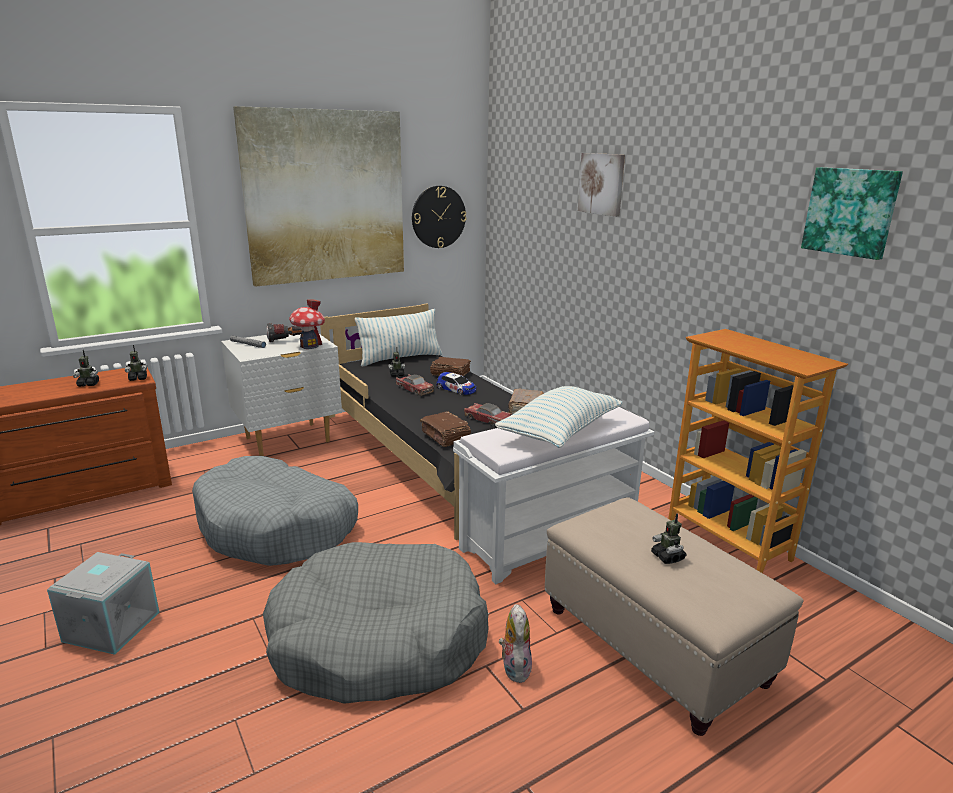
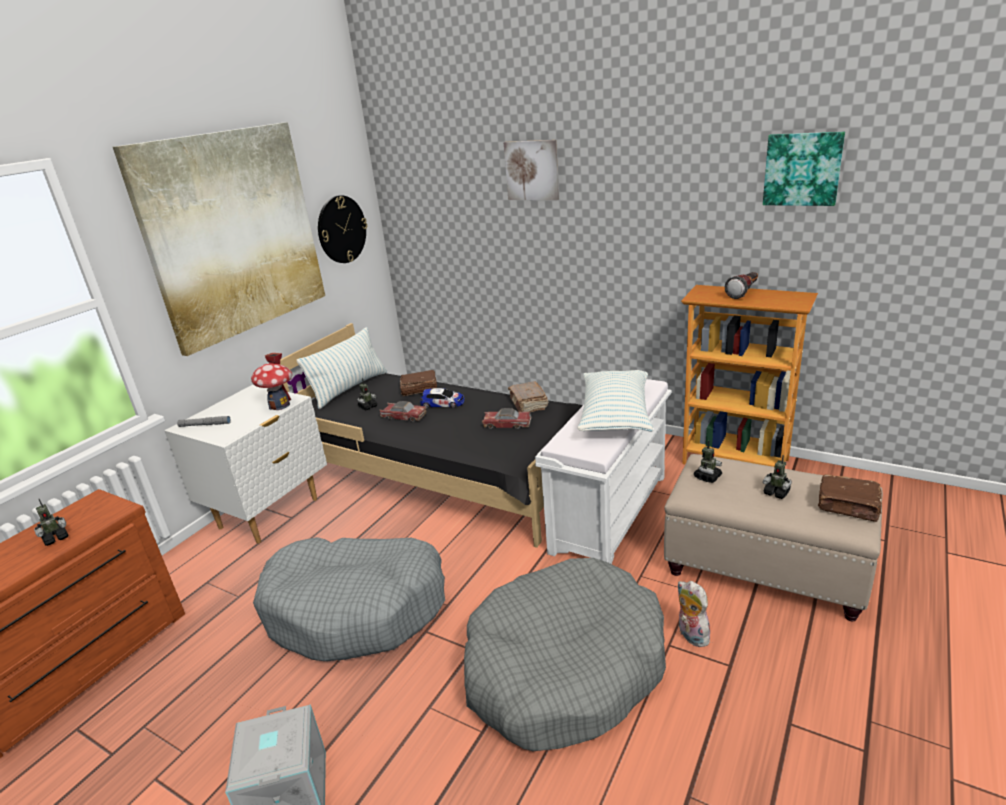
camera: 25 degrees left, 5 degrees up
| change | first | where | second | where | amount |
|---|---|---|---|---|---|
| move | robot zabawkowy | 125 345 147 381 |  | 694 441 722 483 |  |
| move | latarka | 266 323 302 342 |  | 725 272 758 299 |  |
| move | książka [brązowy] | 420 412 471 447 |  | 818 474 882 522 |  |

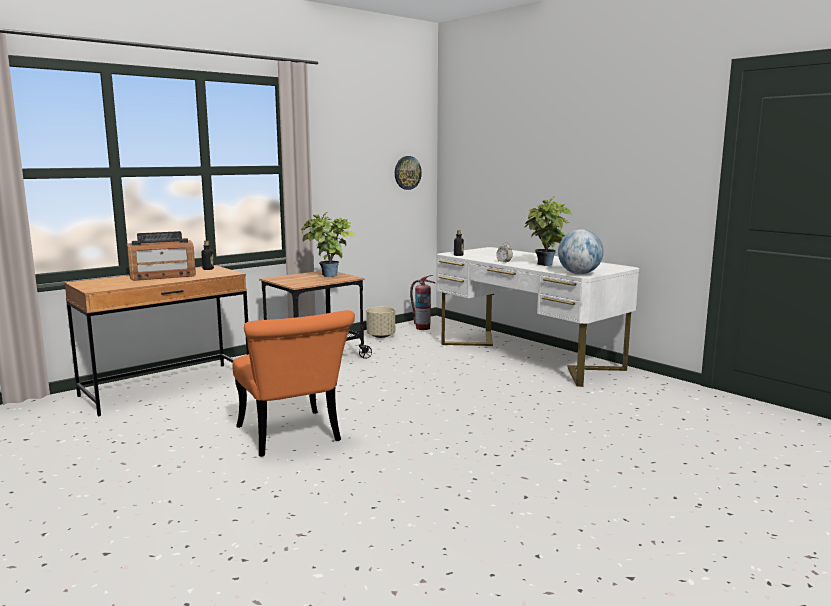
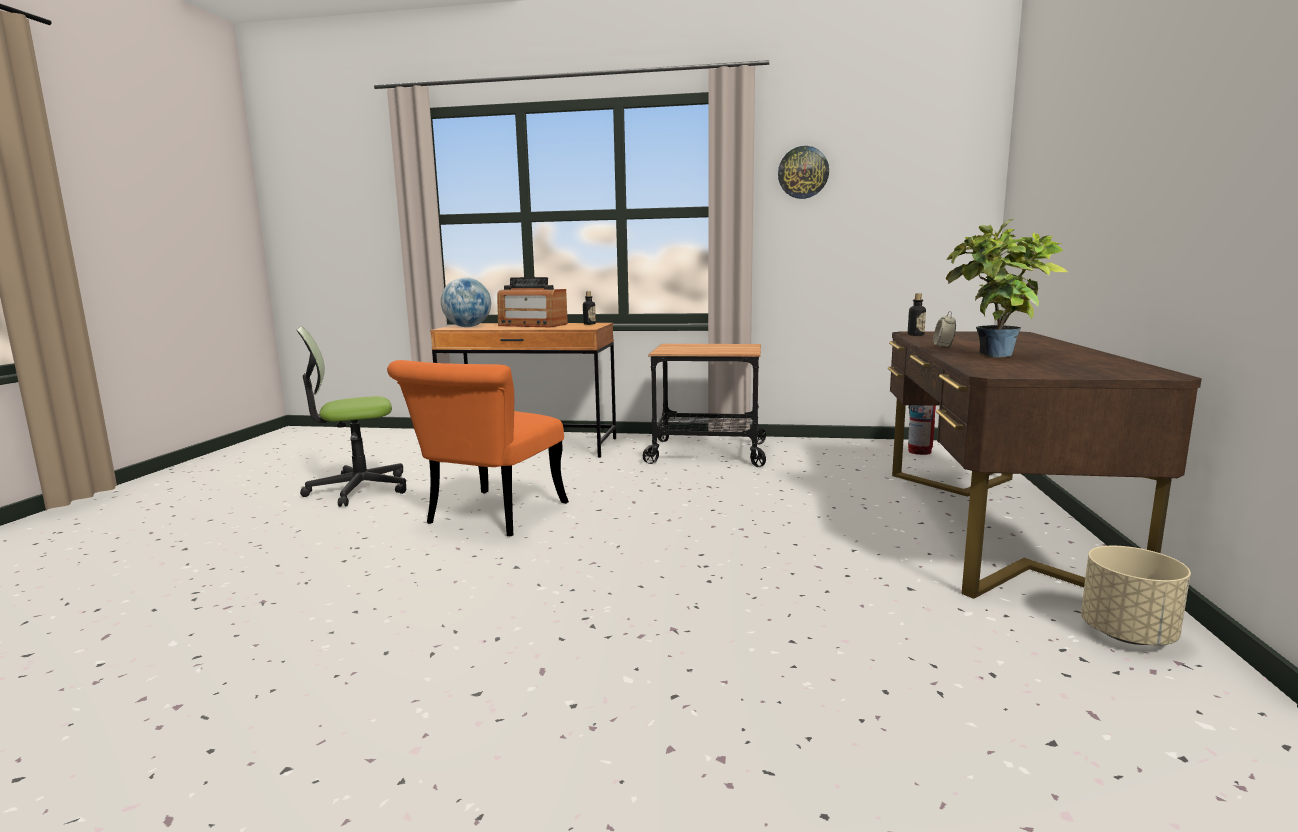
camera: 50 degrees right, 0 degrees up
| change | first | where | second | where | amount |
|---|---|---|---|---|---|
| delete | roślina doniczkowa | 301 212 357 277 |  |  |  |
| insert |  |  | krzesło biurowe | 297 327 406 507 |  |
| move | donica [beżowy] | 366 307 395 338 |  | 1081 546 1191 645 |  |
| move | zegar ścienny | 395 156 422 190 |  | 778 146 829 199 |  |
| move | globus | 558 229 604 274 |  | 441 277 491 327 |  |
| recolor | biurko [biały] | 437 247 639 387 | biurko [brązowy] | 888 331 1202 599 |  |

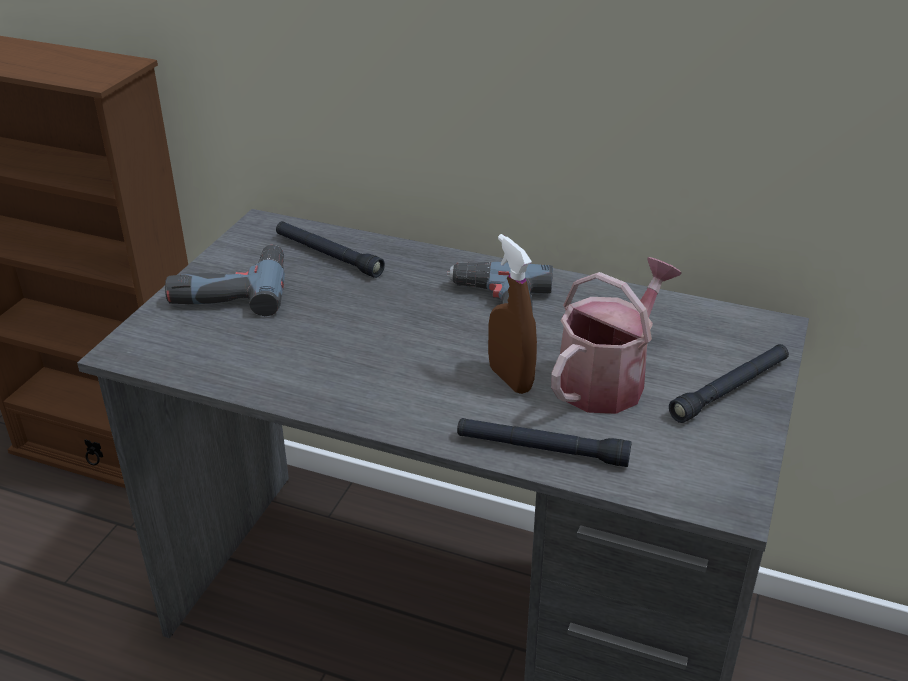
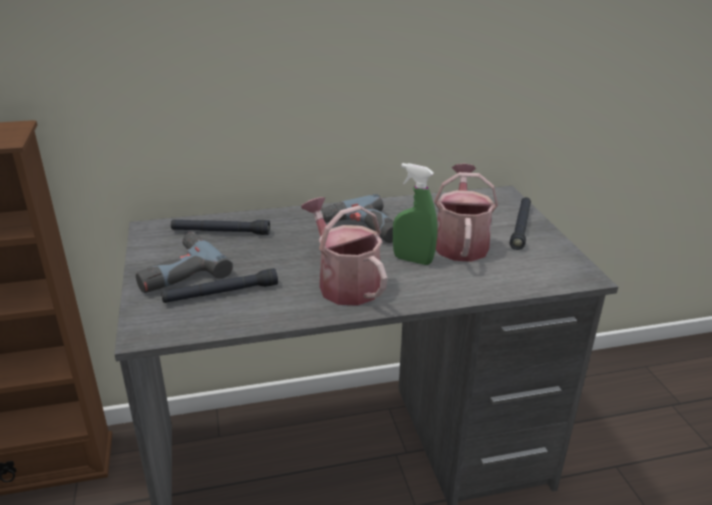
camera: 35 degrees left, 5 degrees down
| change | first | where | second | where | amount |
|---|---|---|---|---|---|
| insert |  |  | konewka | 301 197 387 306 |  |
| move | latarka [czarny] | 457 418 632 467 |  | 161 268 278 303 |  |
| recolor | spryskiwacz [brązowy] | 488 234 537 394 | spryskiwacz [zielony] | 393 163 438 265 |  |

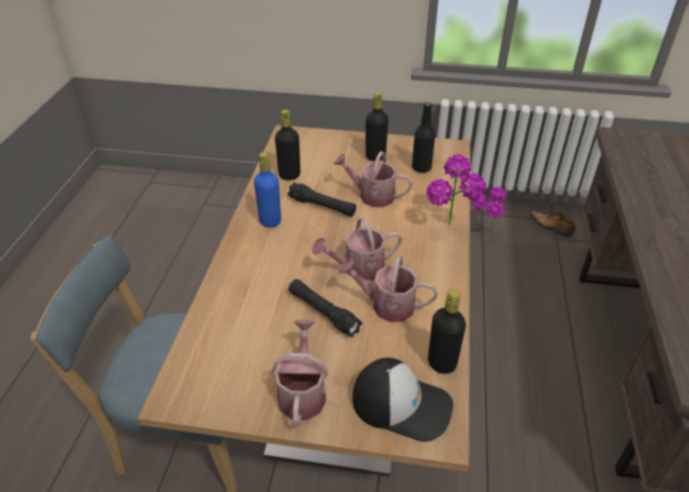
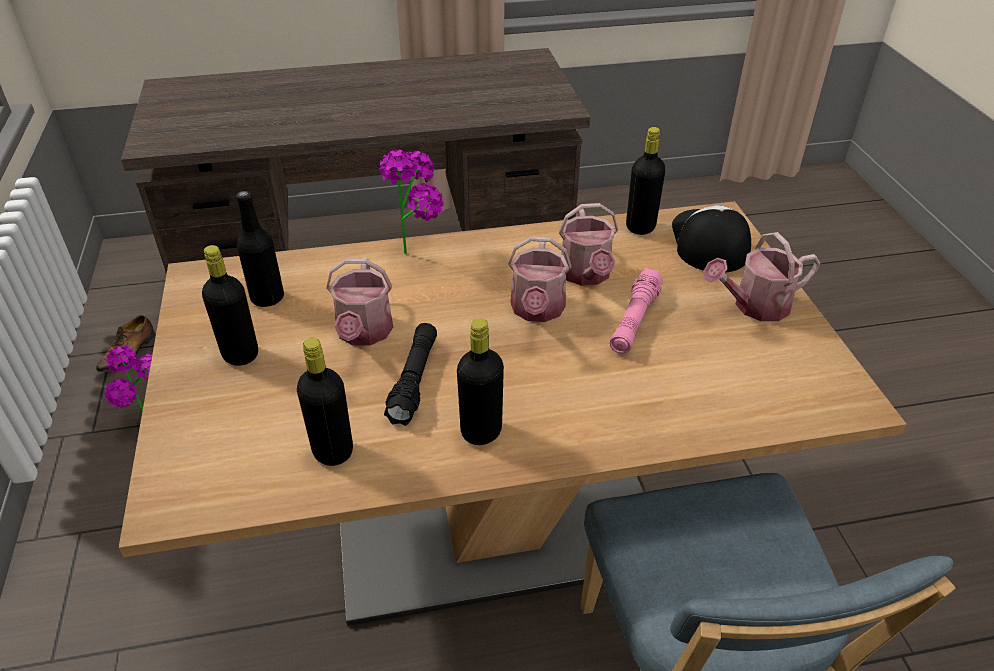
camera: 110 degrees left, 0 degrees up
| change | first | where | second | where | amount |
|---|---|---|---|---|---|
| recolor | butelka [niebieski] | 254 152 281 228 | butelka [czarny] | 457 319 504 445 |  |
| recolor | latarka [czarny] | 288 279 362 337 | latarka [różowy] | 610 268 663 354 |  |
| rotate | konewka | 312 218 402 280 |  | 508 236 572 322 | 45 degrees clockwise |

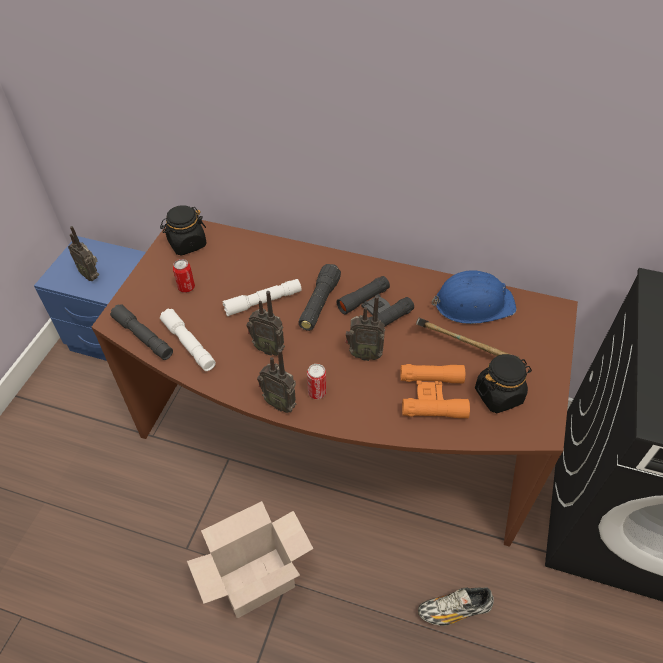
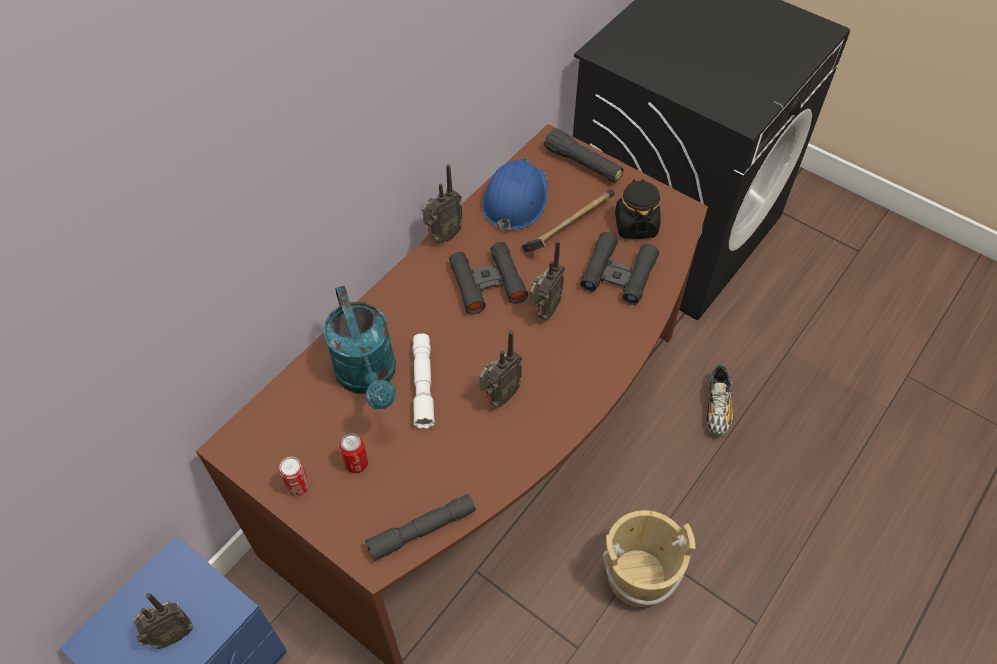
camera: 70 degrees left, 5 degrees up
| change | first | where | second | where | amount |
|---|---|---|---|---|---|
| delete | słoik [czarny] | 160 205 207 255 |  |  |  |
| delete | latarka [biały] | 160 309 216 371 |  |  |  |
| insert |  |  | konewka [turkusowy] | 323 286 396 410 |  |
| move | radio | 257 349 296 413 |  | 422 164 463 243 |  |
| move | latarka [czarny] | 298 264 341 331 |  | 544 128 624 183 |  |
| move | puszka | 307 364 326 399 |  | 279 457 309 496 |  |
| replace | karton | 187 501 314 618 | wiadro [beżowy] | 603 510 696 607 |  |
| recolor | lornetka [pomarańczowy] | 400 364 470 419 | lornetka [czarny] | 580 232 659 305 |  |

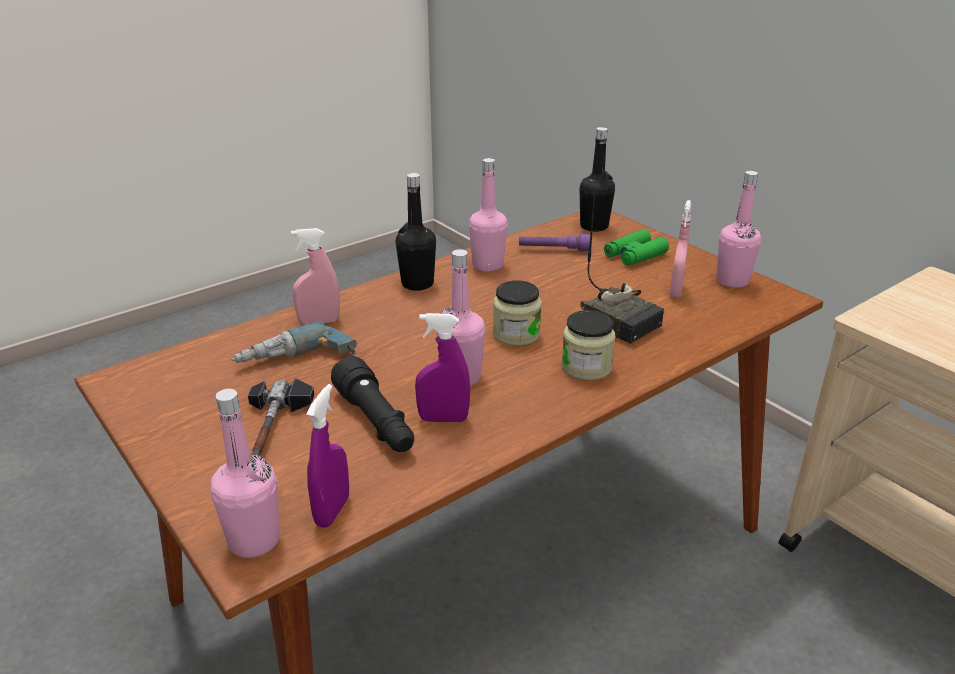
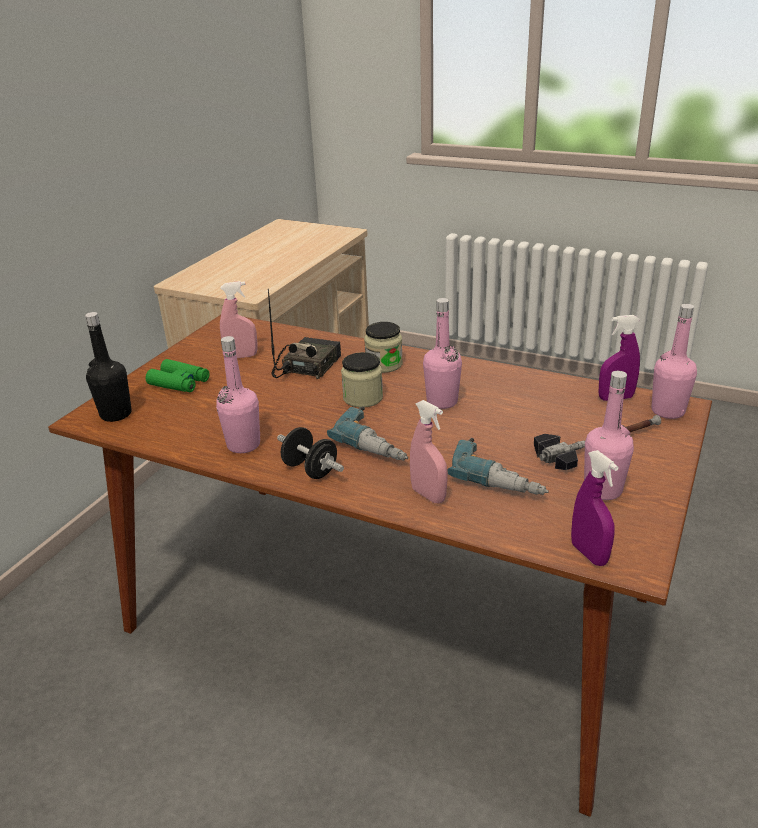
camera: 115 degrees left, 0 degrees up
| change | first | where | second | where | amount |
|---|---|---|---|---|---|
| delete | latarka [czarny] | 331 356 414 452 |  |  |  |
| delete | latarka [fioletowy] | 519 234 590 251 |  |  |  |
| insert |  |  | wiertarka | 327 407 408 461 |  |
| move | spryskiwacz [fioletowy] | 415 313 470 422 |  | 571 450 619 566 |  |
| move | butelka [różowy] | 716 171 761 288 |  | 584 371 634 500 |  |
| replace | butelka [czarny] | 396 173 436 291 | hantel [czarny] | 277 427 344 479 |  |

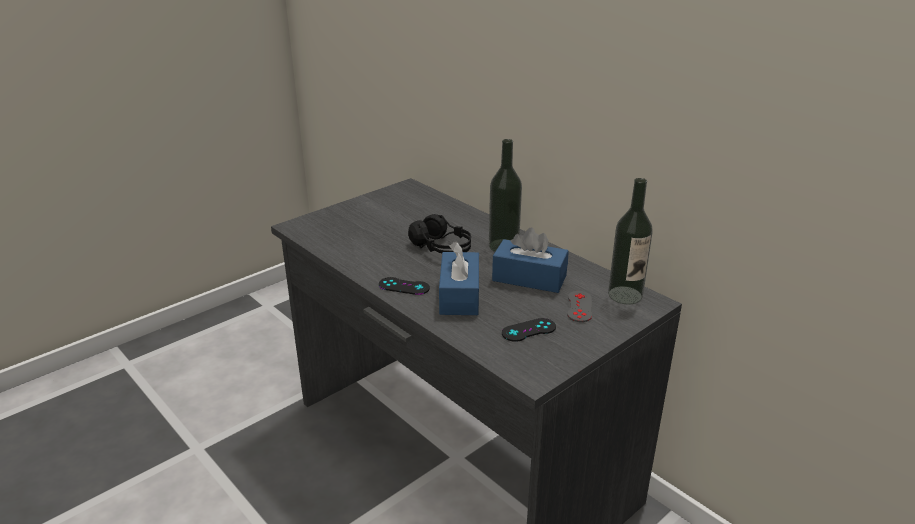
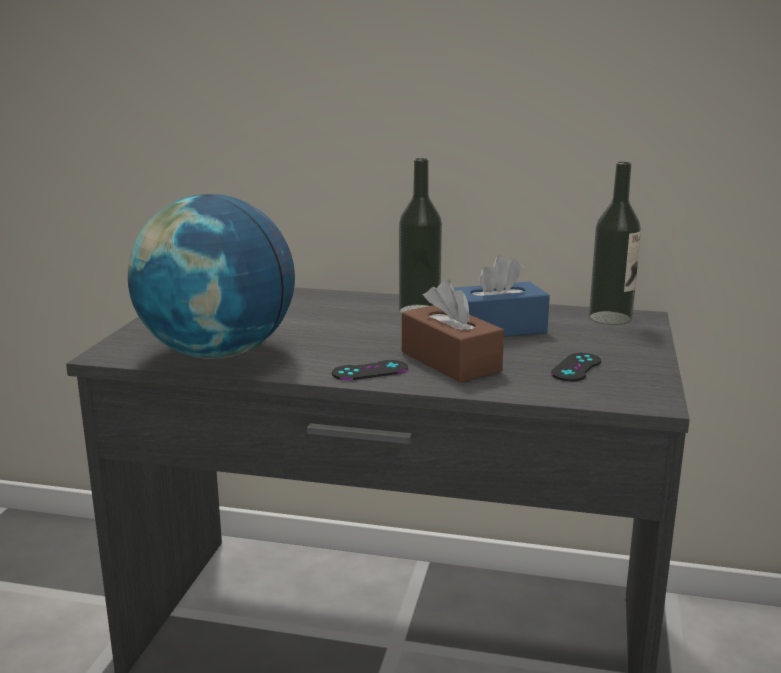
camera: 35 degrees left, 10 degrees down
| change | first | where | second | where | amount |
|---|---|---|---|---|---|
| delete | słuchawki [czarny] | 408 214 471 253 |  |  |  |
| delete | pad do gier [szary] | 567 291 592 322 |  |  |  |
| insert |  |  | globus | 128 194 295 359 |  |
| recolor | pudełko chusteczek [niebieski] | 439 242 479 315 | pudełko chusteczek [brązowy] | 402 280 504 382 |  |

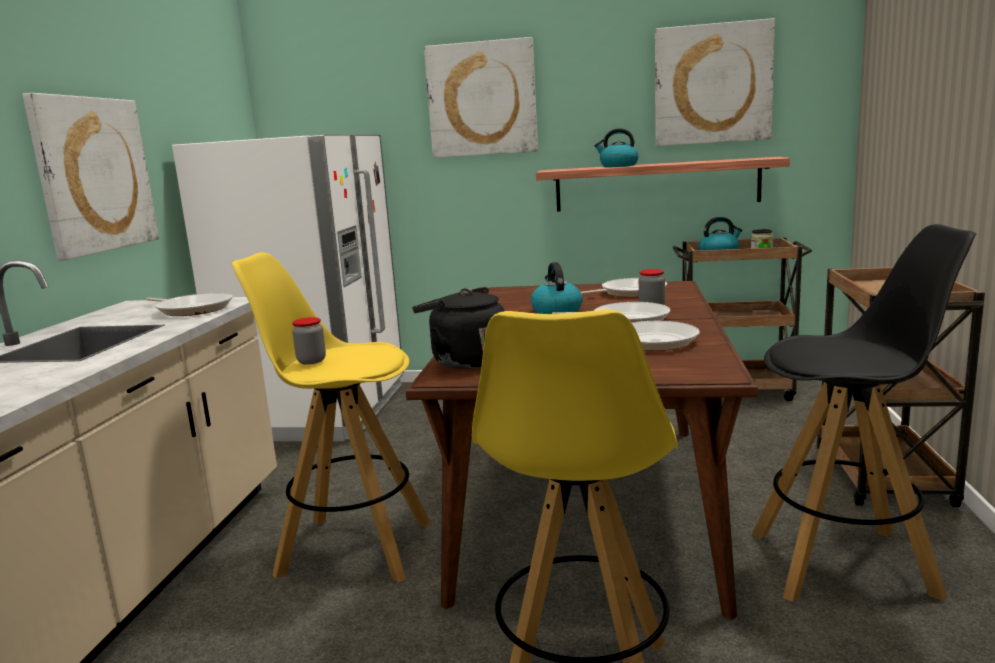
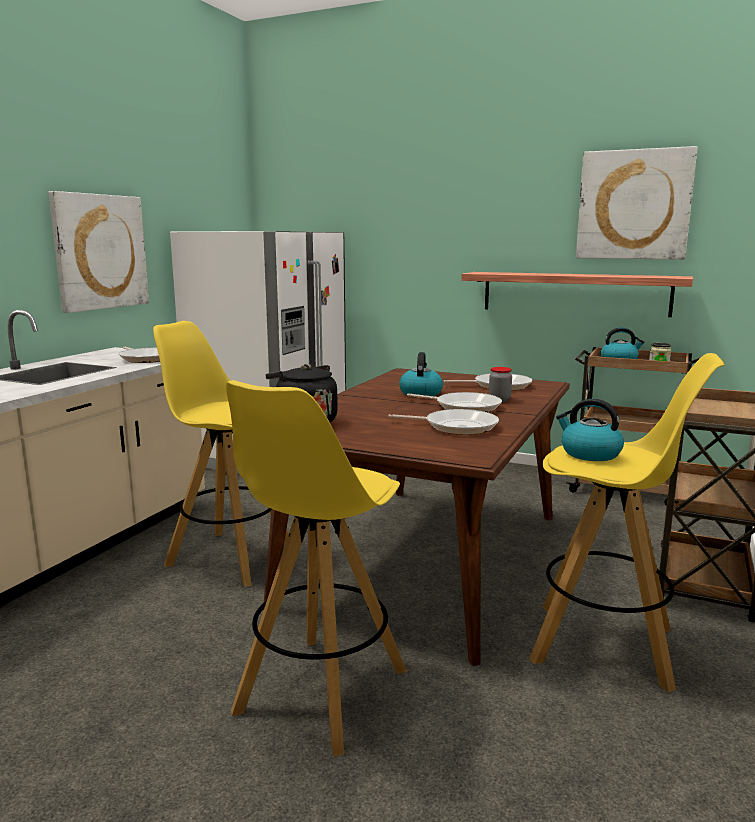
camera: 15 degrees right, 0 degrees up
| change | first | where | second | where | amount |
|---|---|---|---|---|---|
| delete | słoik | 292 317 326 365 |  |  |  |
| delete | obraz | 424 37 538 158 |  |  |  |
| move | czajnik | 594 129 639 167 |  | 556 399 624 461 |  |
| recolor | stołek [czarny] | 752 224 976 602 | stołek [żółty] | 529 353 725 692 |  |

